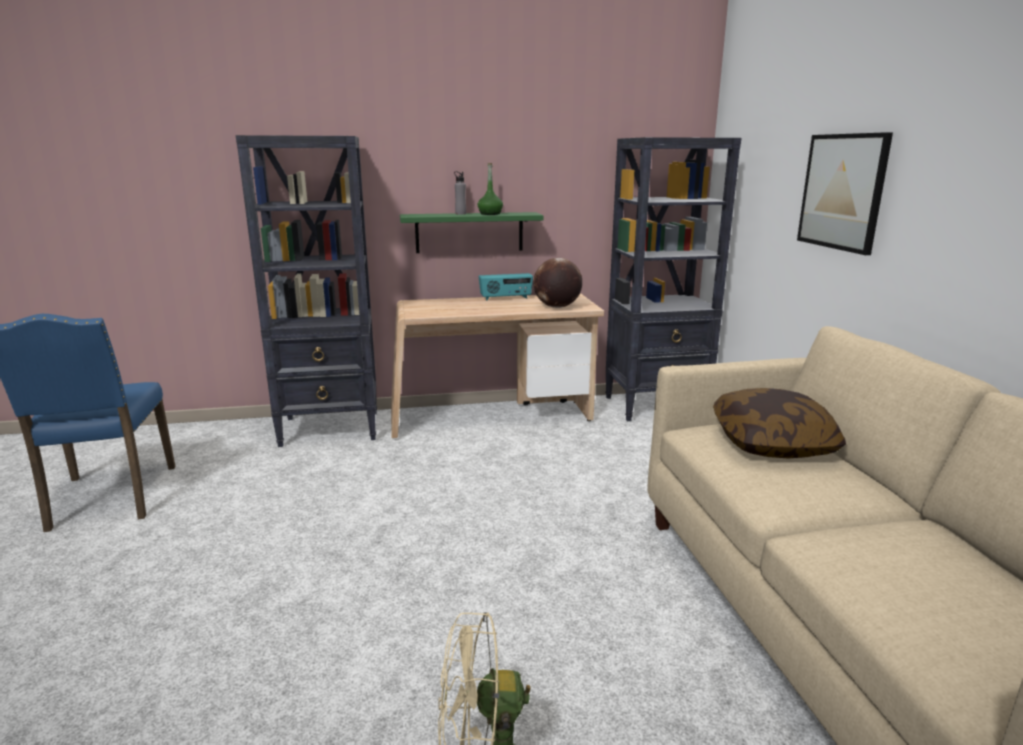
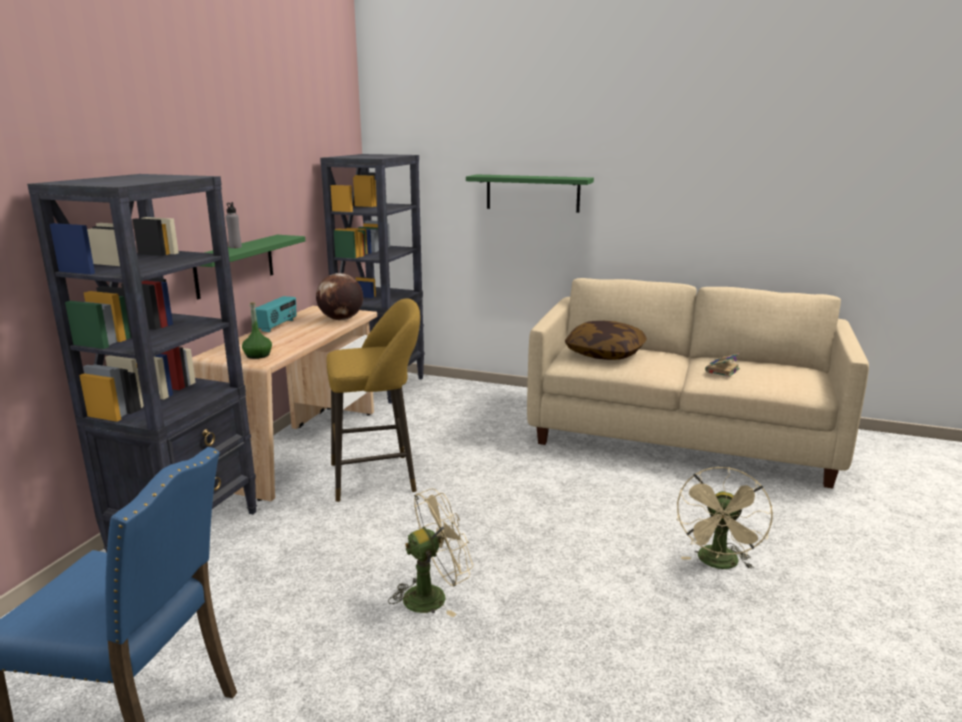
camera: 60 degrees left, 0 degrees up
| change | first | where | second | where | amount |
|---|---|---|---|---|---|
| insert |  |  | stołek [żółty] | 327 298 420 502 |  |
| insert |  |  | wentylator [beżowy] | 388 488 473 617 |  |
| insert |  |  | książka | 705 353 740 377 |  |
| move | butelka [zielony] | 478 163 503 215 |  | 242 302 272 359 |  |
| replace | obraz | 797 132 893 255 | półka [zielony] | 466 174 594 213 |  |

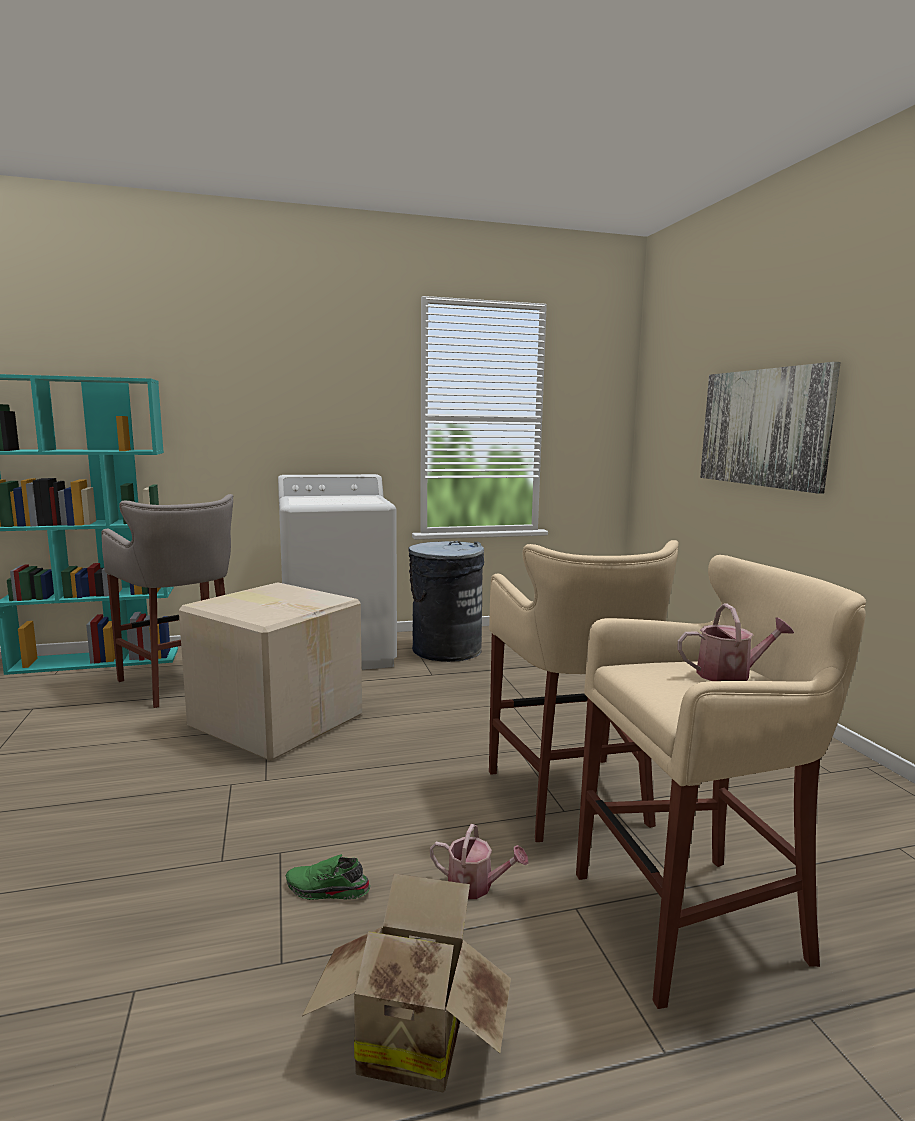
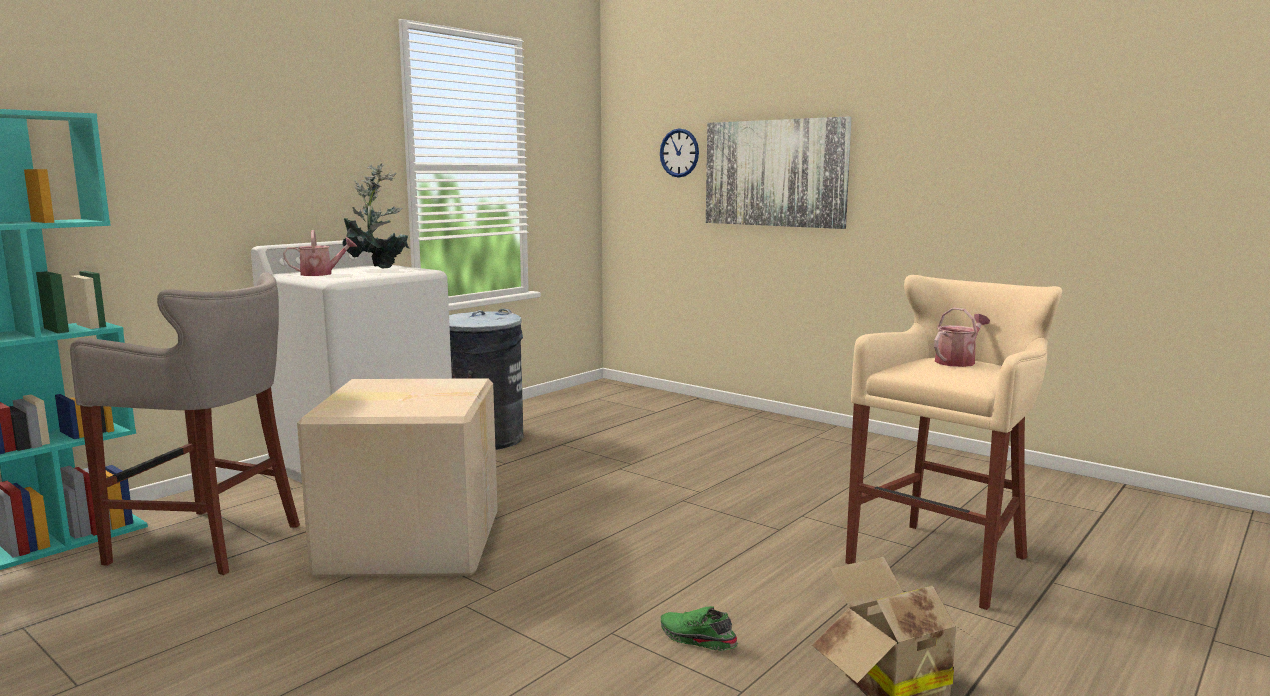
camera: 35 degrees left, 0 degrees up
| change | first | where | second | where | amount |
|---|---|---|---|---|---|
| delete | stołek [beżowy] | 489 540 679 842 |  |  |  |
| insert |  |  | roślina doniczkowa | 342 164 410 268 |  |
| insert |  |  | zegar ścienny | 660 128 699 177 |  |
| move | konewka | 430 824 529 899 |  | 283 230 357 276 |  |
| rotate | but [zielony] | 286 854 370 900 |  | 661 606 738 651 | 60 degrees clockwise |

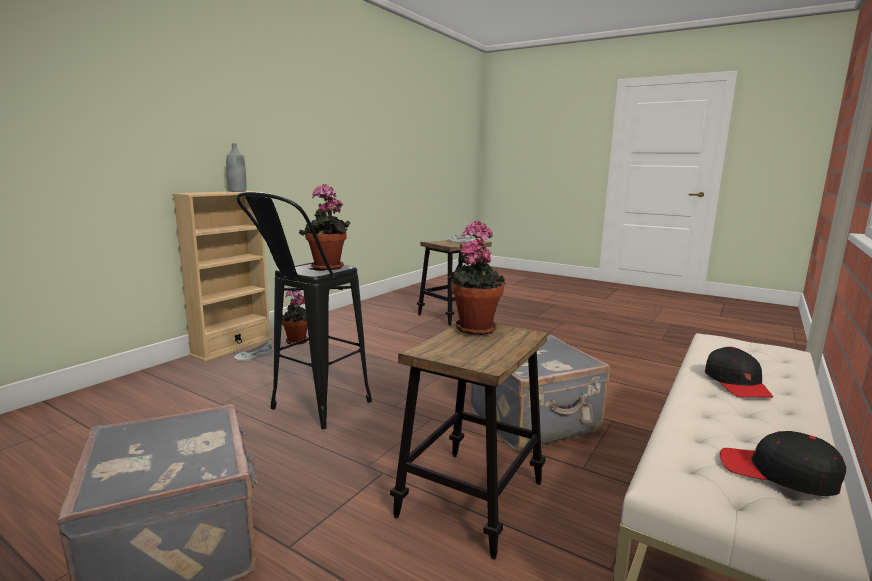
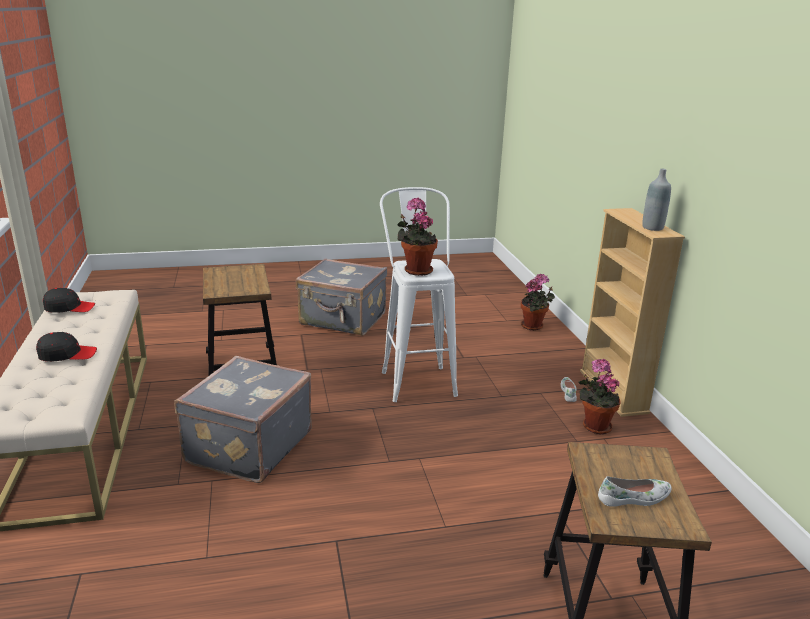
camera: 135 degrees right, 10 degrees up
| change | first | where | second | where | amount |
|---|---|---|---|---|---|
| move | roślina doniczkowa | 448 221 506 335 |  | 521 274 555 330 |  |
| recolor | stołek [czarny] | 236 192 372 429 | stołek [biały] | 380 187 458 402 |  |
| rotate | czapka z daszkiem [czarny] | 705 347 773 398 |  | 36 332 97 362 | 120 degrees clockwise |

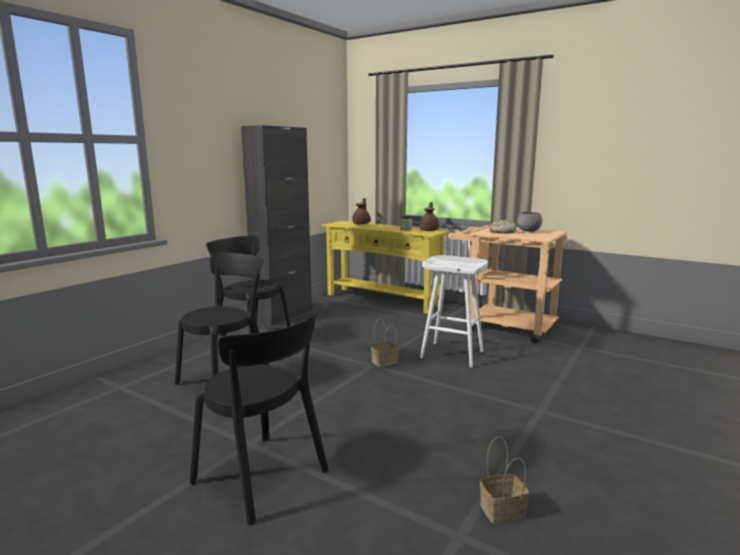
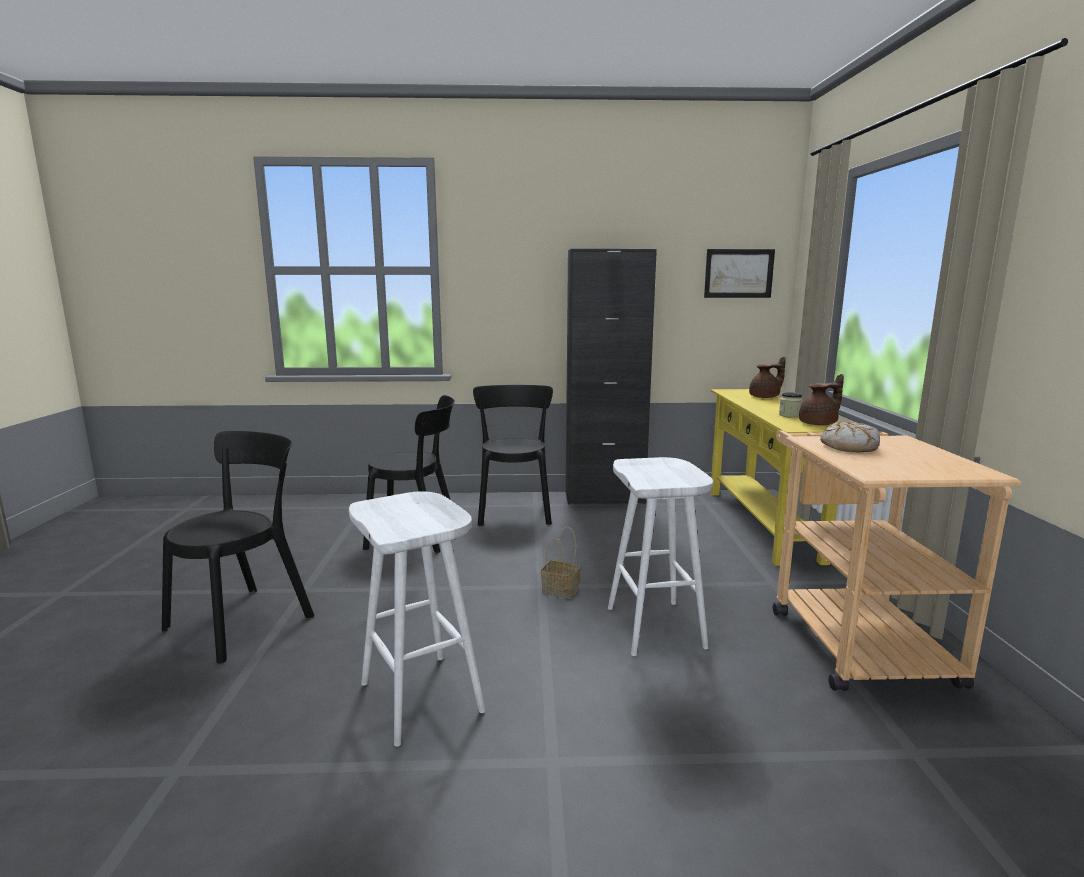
camera: 55 degrees right, 0 degrees up
| change | first | where | second | where | amount |
|---|---|---|---|---|---|
| delete | koszyk | 480 436 529 523 |  |  |  |
| delete | miska [szary] | 517 212 542 232 |  |  |  |
| insert |  |  | stołek [biały] | 349 491 485 747 |  |
| insert |  |  | obraz | 704 249 775 298 |  |
| rotate | krzesło [czarny] | 190 304 329 526 |  | 162 431 314 664 | 150 degrees counterclockwise |

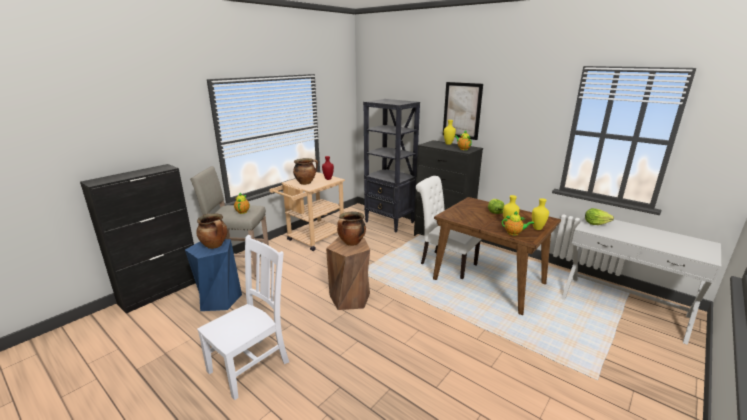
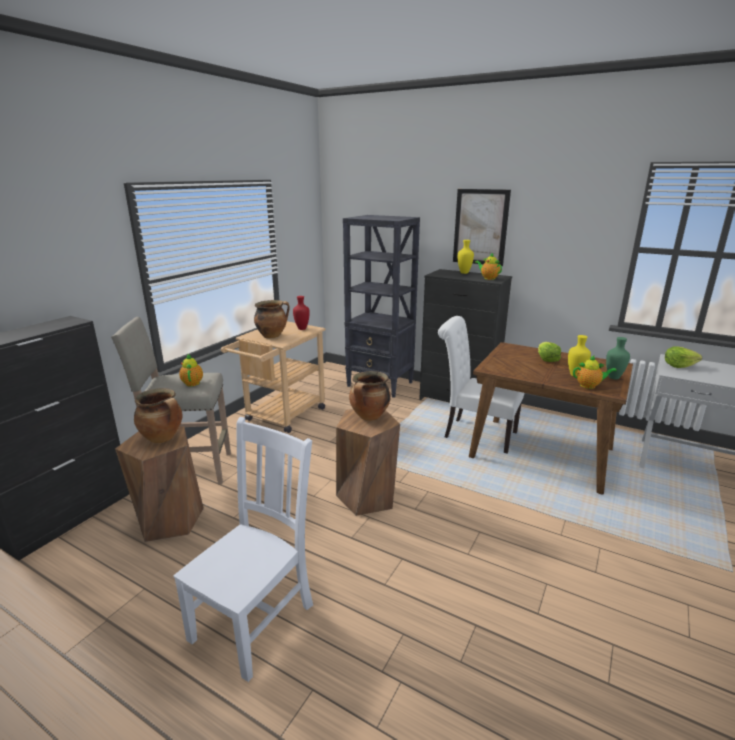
camera: 10 degrees left, 0 degrees up
| change | first | where | second | where | amount |
|---|---|---|---|---|---|
| recolor | stołek [niebieski] | 185 239 242 311 | stołek [brązowy] | 115 426 204 542 |  |
| recolor | wazon [żółty] | 532 198 549 230 | wazon [zielony] | 606 337 630 379 |  |

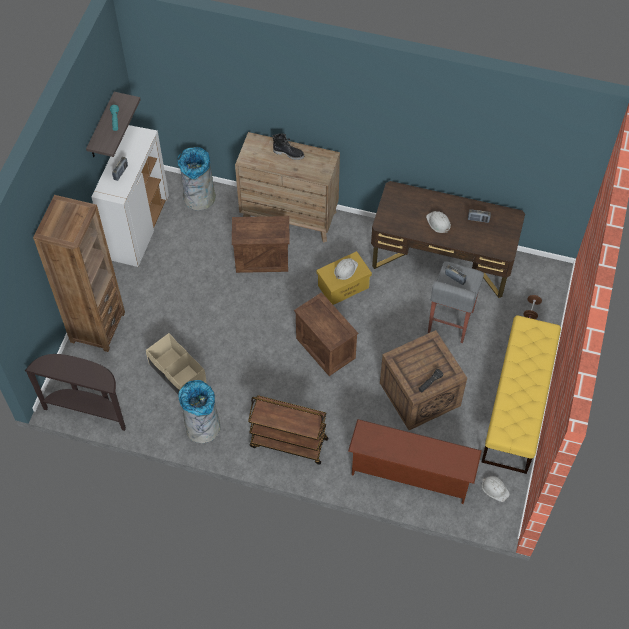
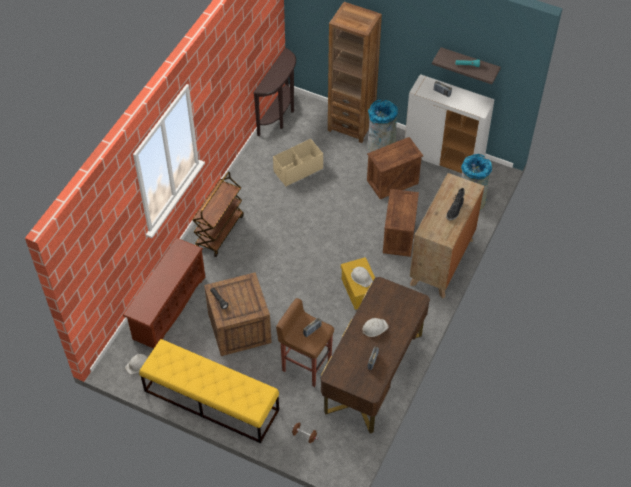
camera: 100 degrees right, 5 degrees down
| change | first | where | second | where | amount |
|---|---|---|---|---|---|
| move | kosz na śmieci [szary] | 178 380 220 443 |  | 367 100 398 152 |  |
| move | skrzynka | 294 292 358 376 |  | 367 137 423 199 |  |
| recolor | stołek [szary] | 428 261 484 343 | stołek [brązowy] | 276 298 334 387 |  |

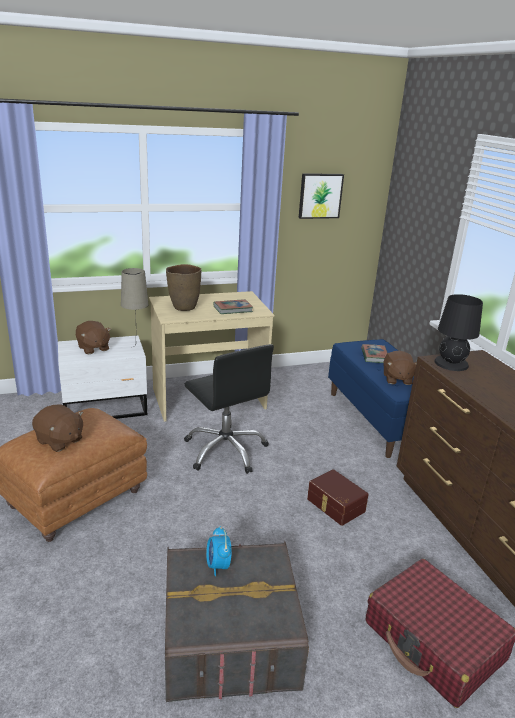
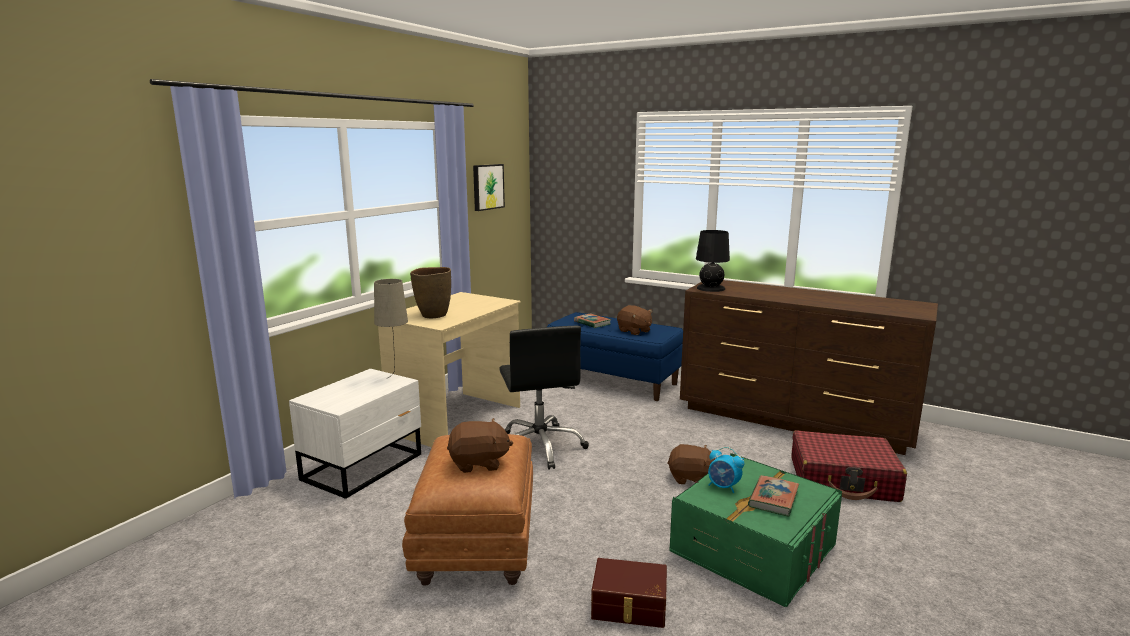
camera: 40 degrees left, 10 degrees down
| change | first | where | second | where | amount |
|---|---|---|---|---|---|
| move | pluszak [brązowy] | 76 321 111 354 |  | 668 444 715 484 |  |
| move | książka | 213 299 253 314 |  | 748 475 799 517 |  |
| move | pojemnik do przechowywania [brązowy] | 307 469 369 526 |  | 591 558 667 628 |  |
| recolor | pojemnik do przechowywania [szary] | 165 541 309 702 | pojemnik do przechowywania [zielony] | 669 453 842 607 |  |
| rotate | krzesło biurowe [czarny] | 184 344 274 474 |  | 499 326 589 470 | 60 degrees clockwise |

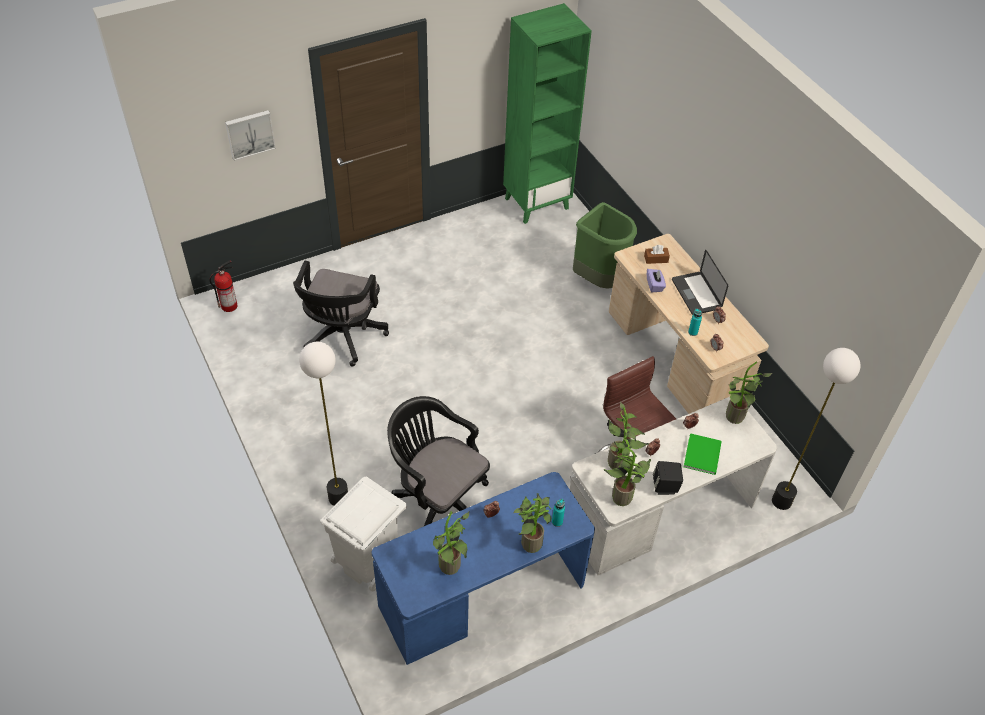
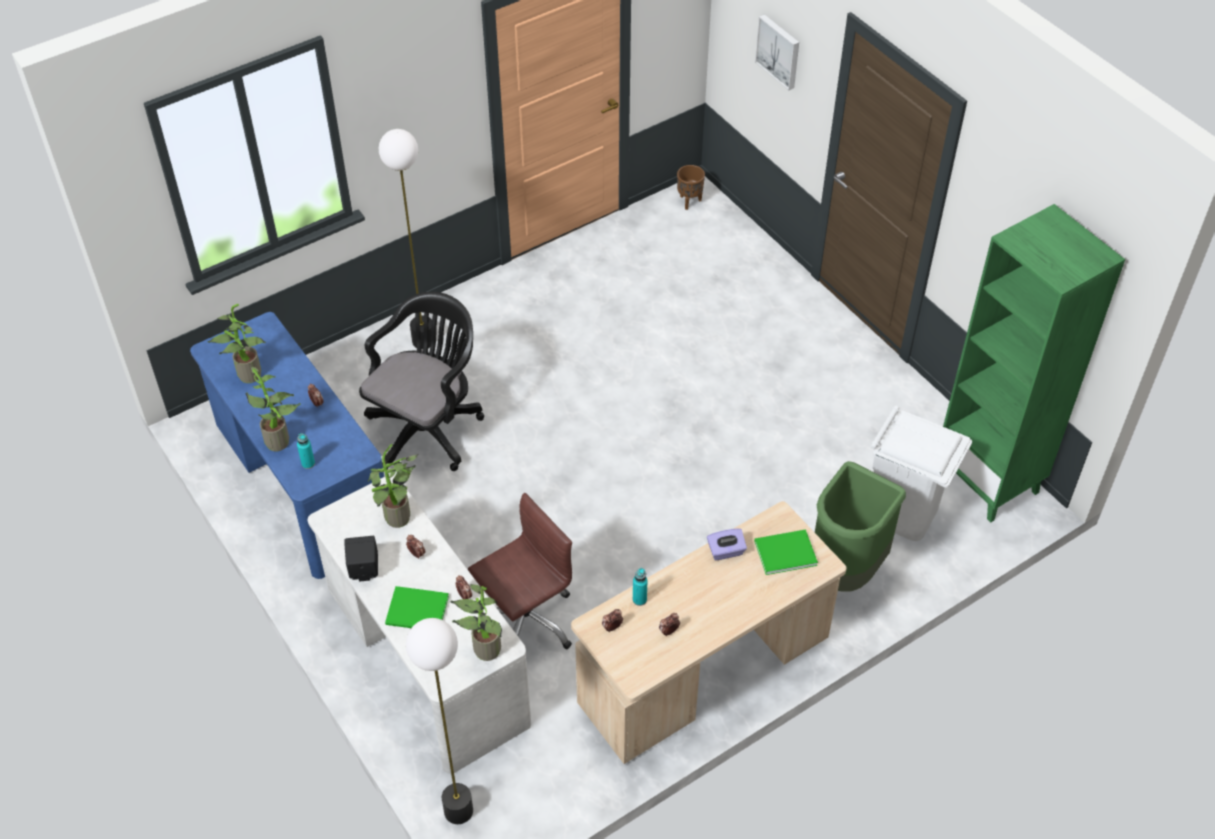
camera: 85 degrees right, 0 degrees up
| change | first | where | second | where | amount |
|---|---|---|---|---|---|
| delete | krzesło biurowe [czarny] | 293 261 389 367 |  |  |  |
| delete | roślina doniczkowa | 604 446 651 506 |  |  |  |
| delete | laptop | 672 250 728 315 |  |  |  |
| move | kosz na śmieci [biały] | 320 477 407 592 |  | 871 406 972 541 |  |
| replace | gaśnica | 209 260 237 312 | donica [brązowy] | 677 165 705 210 |  |
| replace | pudełko chusteczek [brązowy] | 644 245 670 264 | książka [zielony] | 754 529 818 575 |  |

